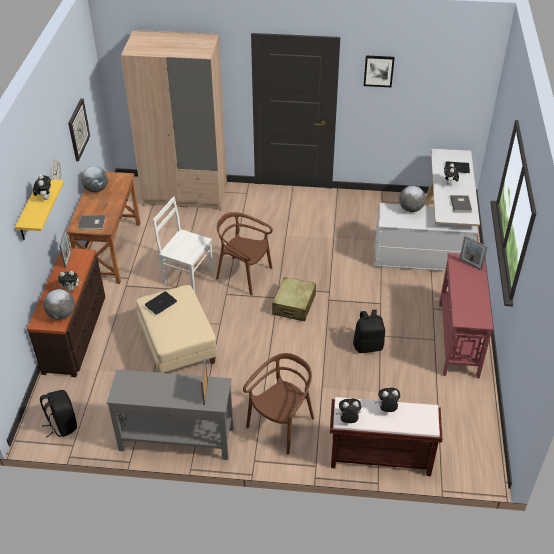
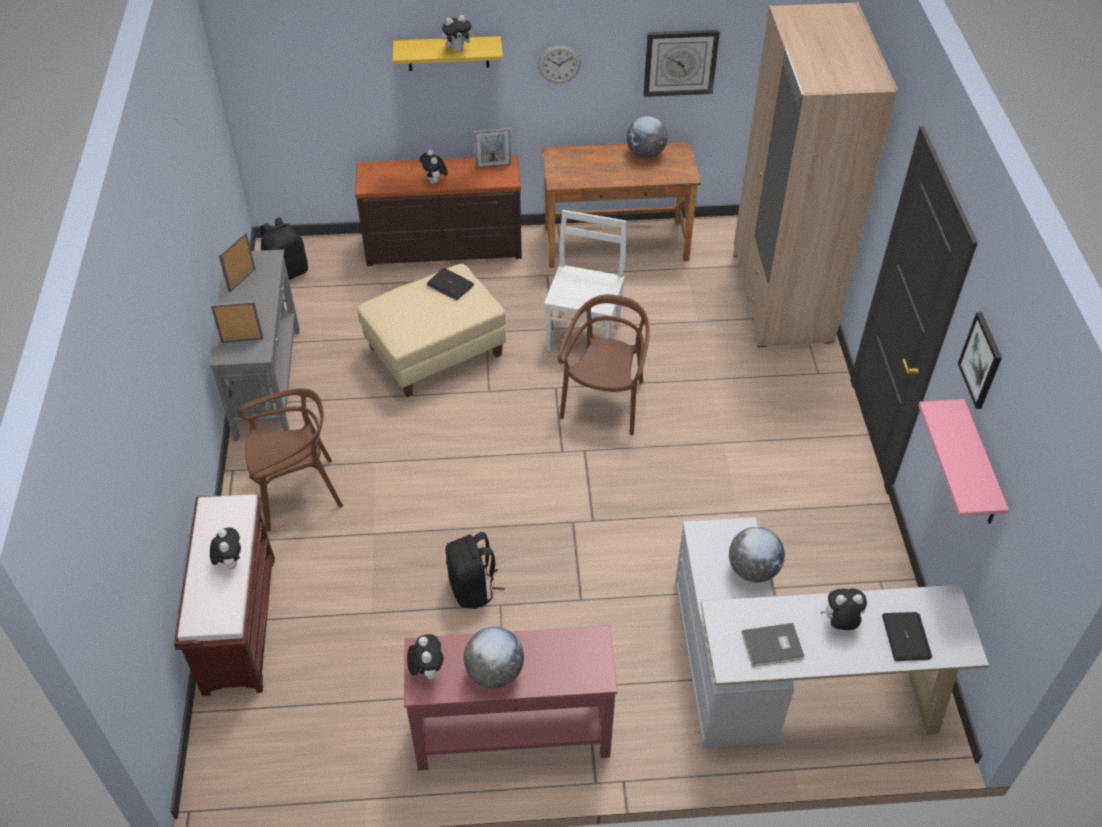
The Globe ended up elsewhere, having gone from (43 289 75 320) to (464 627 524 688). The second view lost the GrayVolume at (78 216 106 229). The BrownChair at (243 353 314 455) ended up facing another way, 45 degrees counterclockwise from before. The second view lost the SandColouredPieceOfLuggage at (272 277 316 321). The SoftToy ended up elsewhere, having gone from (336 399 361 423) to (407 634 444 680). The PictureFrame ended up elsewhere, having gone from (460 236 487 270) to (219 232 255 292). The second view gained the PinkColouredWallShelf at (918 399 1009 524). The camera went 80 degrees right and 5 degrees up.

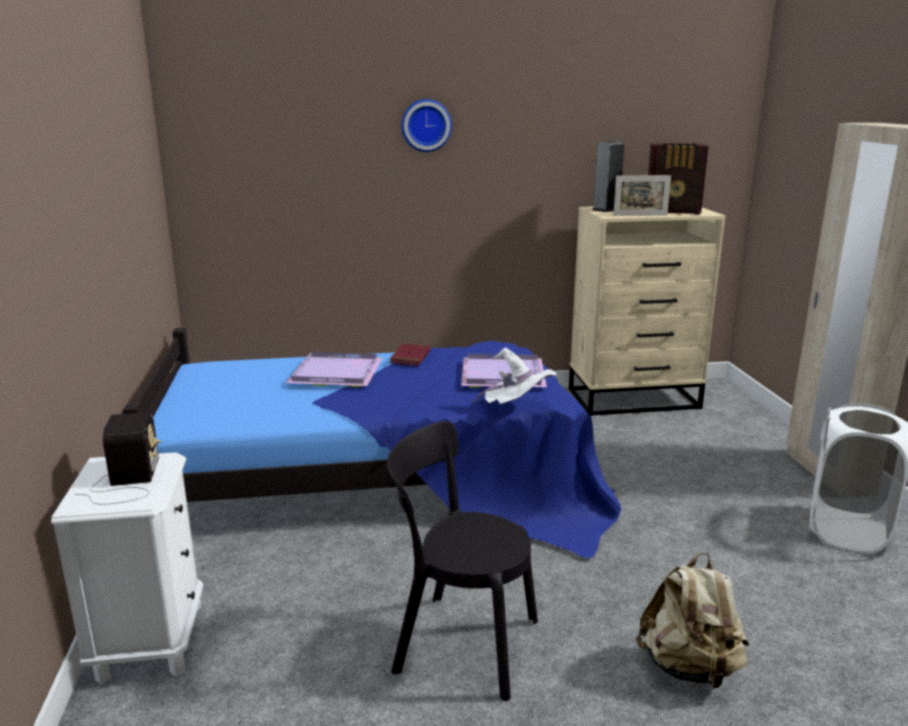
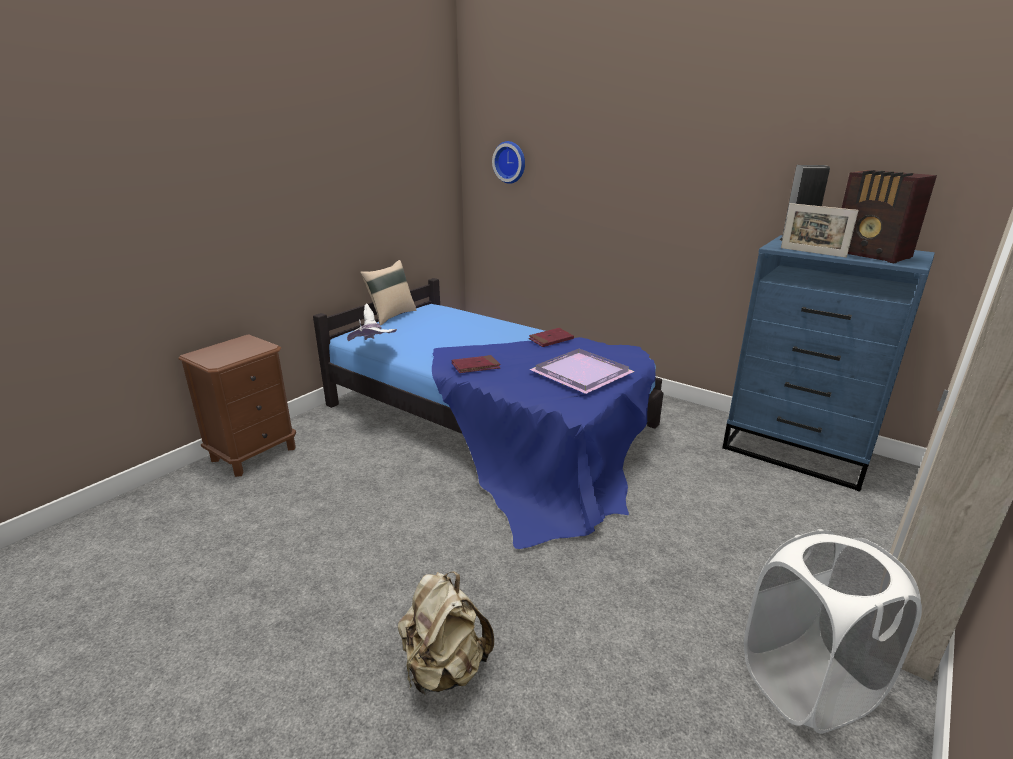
What was the WhitishNightstand at (51 452 203 685) turned into the BrownNightstand at (178 334 296 477). The second view lost the Radio at (74 412 161 505). The second view lost the PurplishCarryingTray at (286 352 382 387). The second view lost the BlackColouredChair at (387 421 538 701). The WallClock ended up elsewhere, having gone from (401 99 452 152) to (492 141 525 184). The WhitishWearableHat ended up elsewhere, having gone from (473 348 556 404) to (347 304 397 341). What was the SandColouredDrawerChest at (569 207 725 416) turned into the BlueColouredDrawerChest at (722 235 935 492). The second view gained the SandColouredPillow at (360 260 417 326). The second view gained the RedVolume at (452 355 501 373). The camera went 45 degrees right and 5 degrees up.

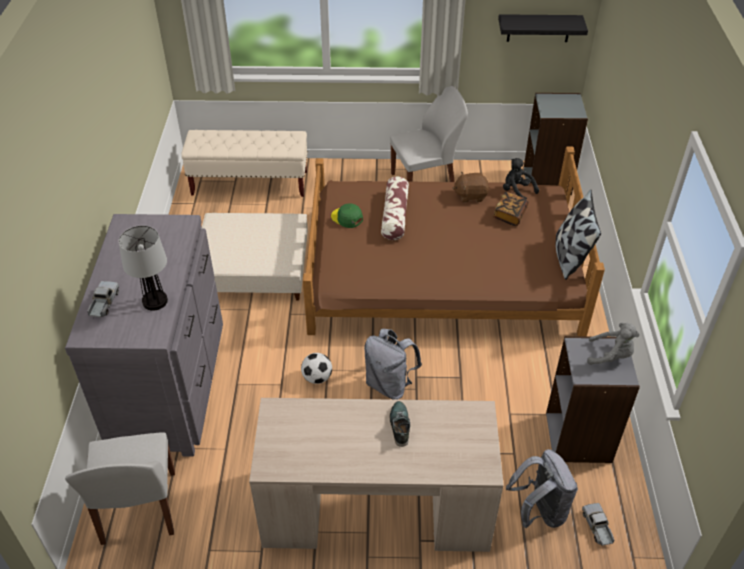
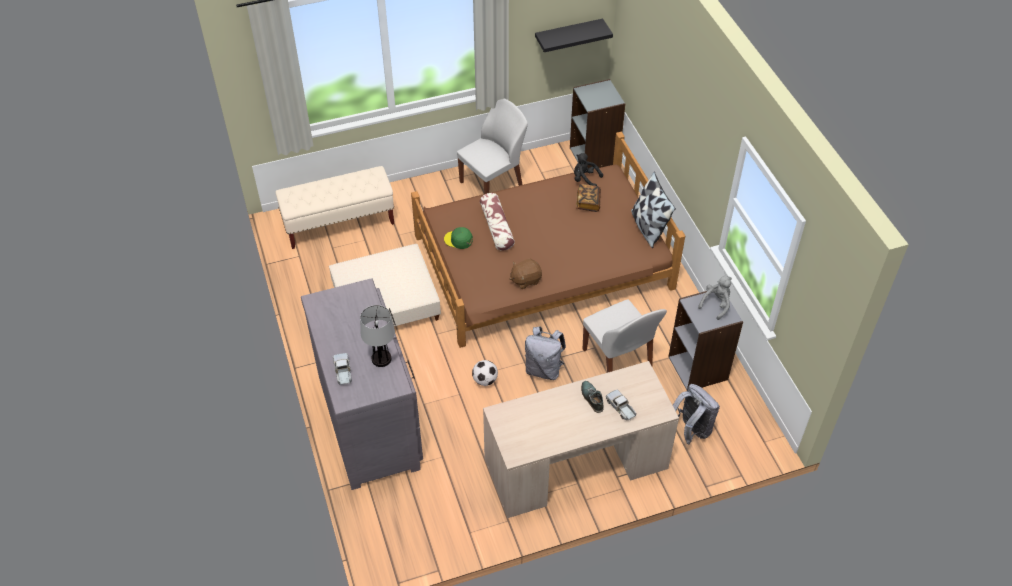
The WhitishChair ended up elsewhere, having gone from (65 432 175 545) to (583 299 667 373). The BrownSoftToy ended up elsewhere, having gone from (453 172 489 203) to (510 259 542 289). The ToyTruck ended up elsewhere, having gone from (582 503 615 546) to (606 389 636 420). The GraySoftToy at (587 322 640 365) ended up facing another way, 45 degrees counterclockwise from before. The camera went 20 degrees left and 5 degrees up.

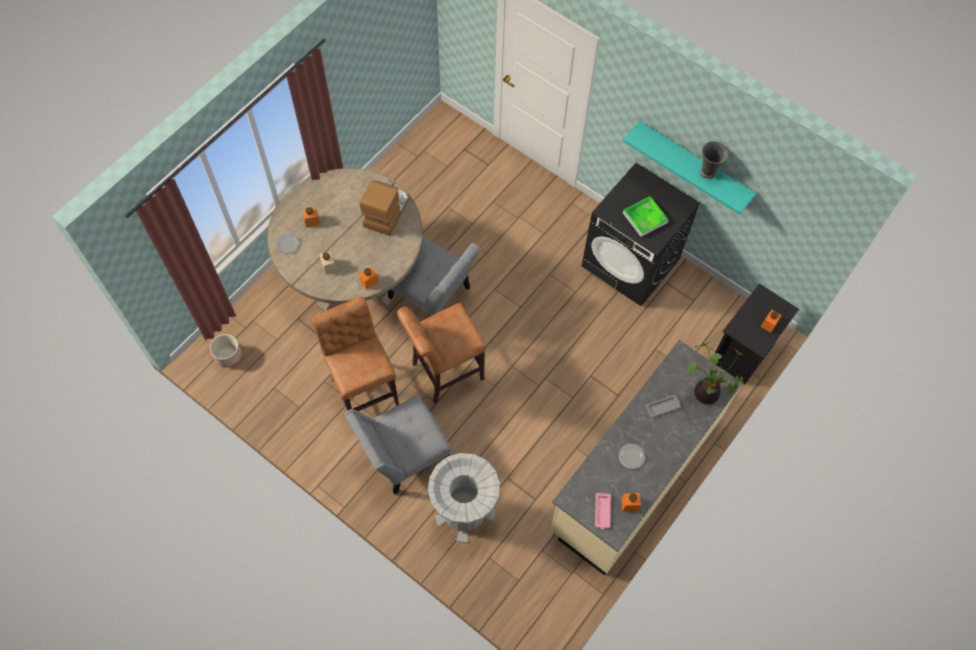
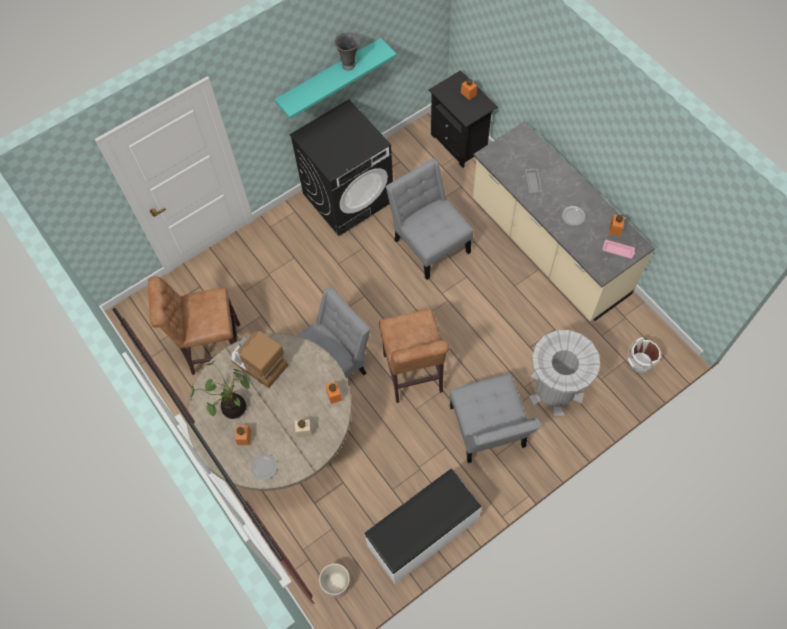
The BrownStool ended up elsewhere, having gone from (311 297 399 411) to (148 276 240 375). The second view lost the CarryingTray at (623 196 669 237). The Houseplant ended up elsewhere, having gone from (687 341 743 405) to (191 360 250 419). The second view gained the WhitishIndoorBench at (364 469 482 584). The second view gained the GrayChair at (386 158 473 280). The second view gained the WhitishPail at (628 337 661 374). The camera went 70 degrees left and 0 degrees up.

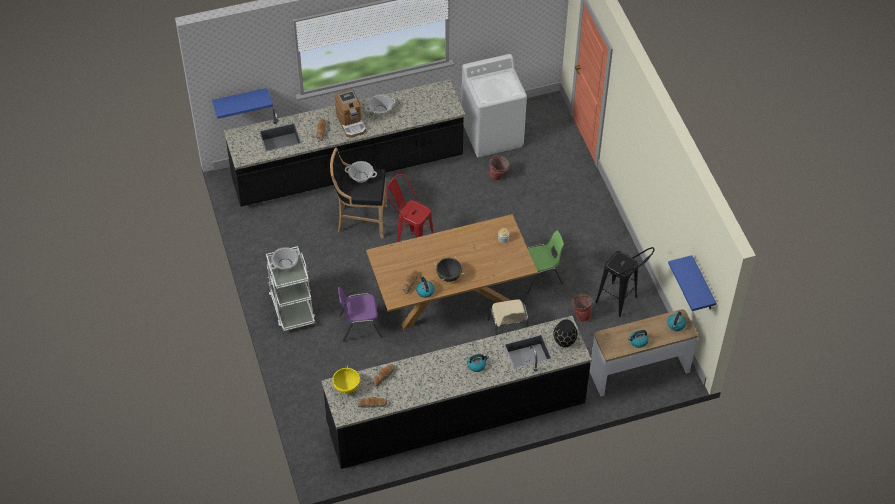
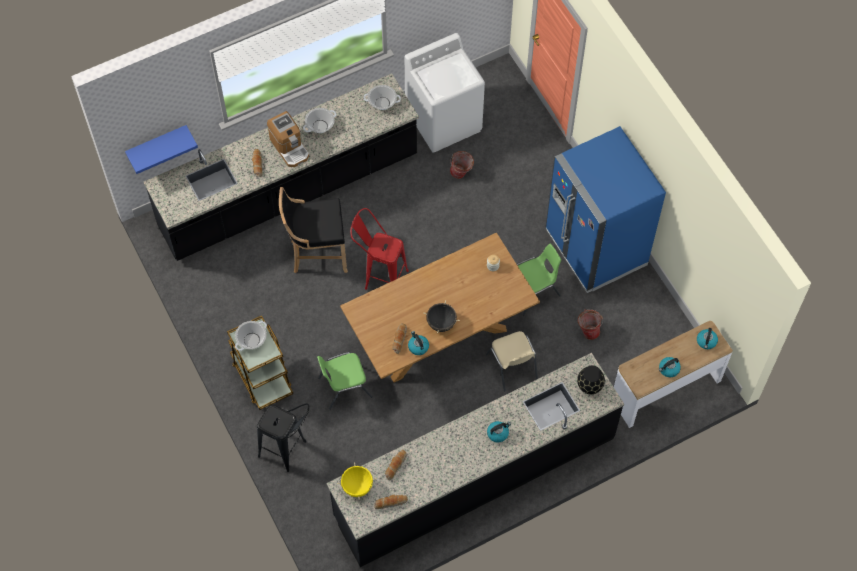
What was the WhitishTrolley at (266 246 315 331) turned into the BrownTrolley at (227 316 293 410). What was the PurplishChair at (338 287 383 342) turned into the GreenColouredChair at (317 352 373 410). The Stockpot ended up elsewhere, having gone from (345 161 377 183) to (363 85 401 110). The BlackColouredStool ended up elsewhere, having gone from (595 247 655 317) to (257 403 309 472). The second view lost the BlueColouredWallShelf at (668 255 716 311). The second view gained the BlueColouredFridge at (546 126 666 293). The camera went 10 degrees left and 10 degrees up.

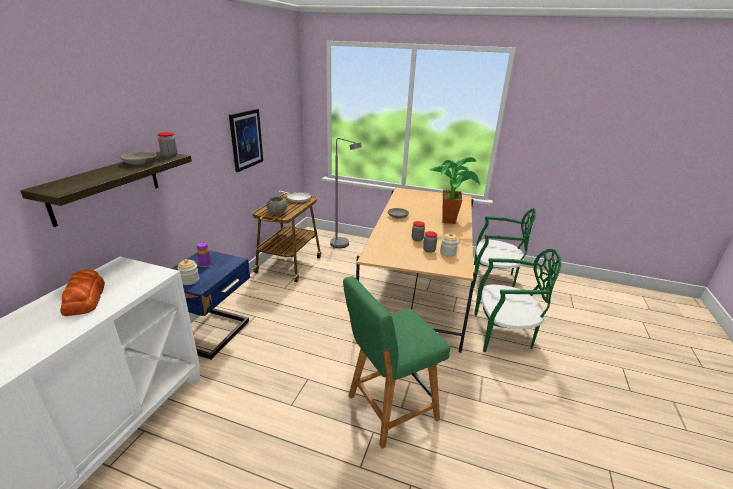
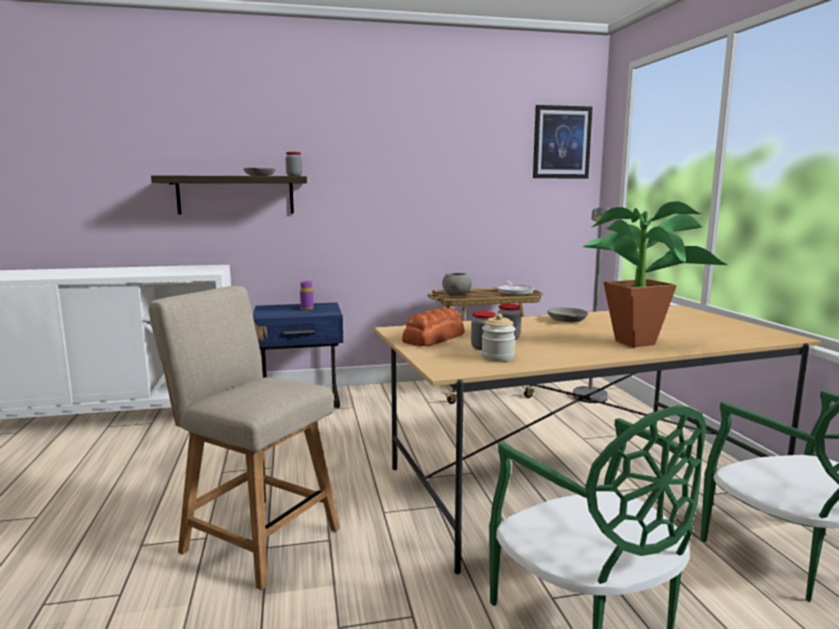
The BakeryBread ended up elsewhere, having gone from (60 270 105 316) to (402 307 465 346). The second view lost the StorageJar at (177 259 199 285). The WallPicture ended up elsewhere, having gone from (229 109 263 172) to (533 105 593 178). What was the GreenColouredChair at (343 276 450 449) turned into the SandColouredChair at (148 286 340 590). The camera went 60 degrees right and 15 degrees down.

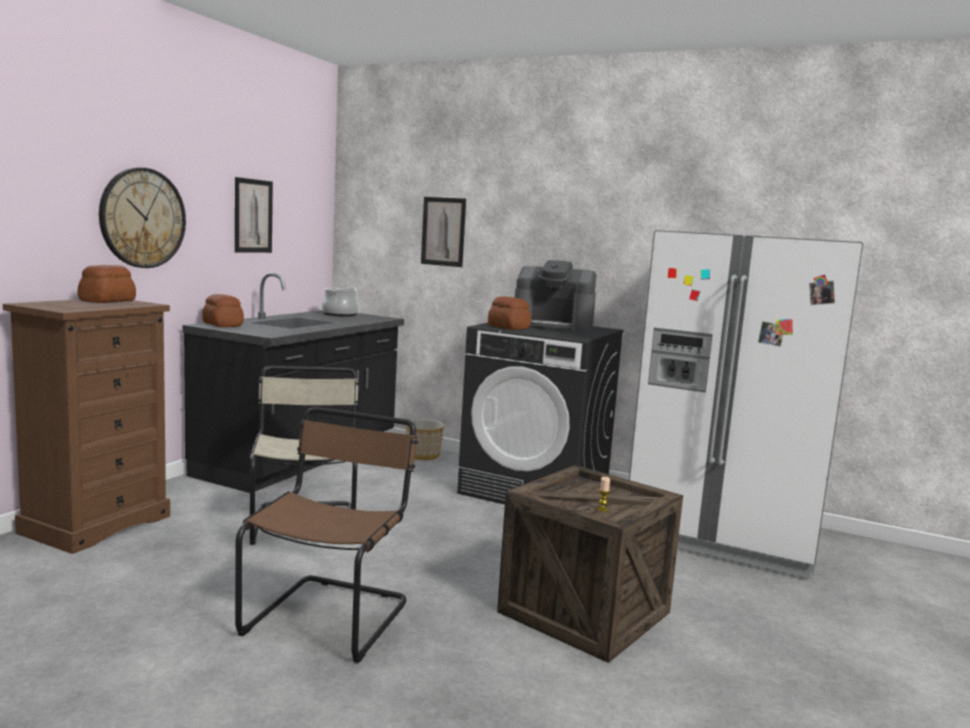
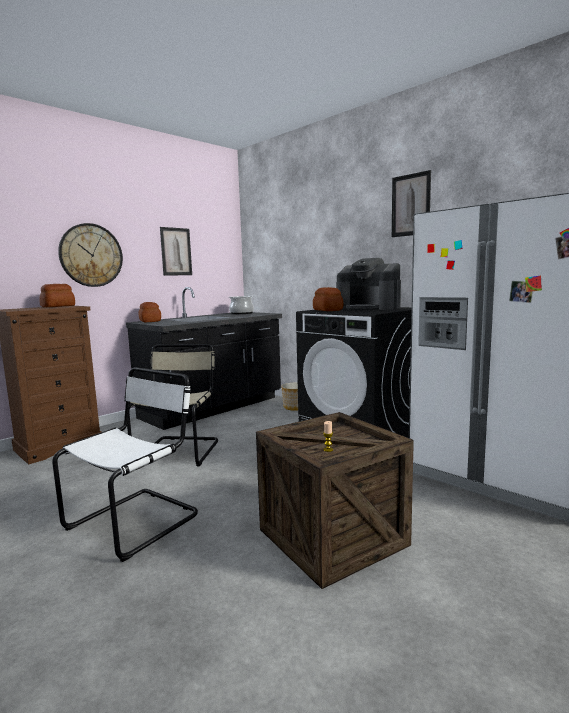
What was the BrownChair at (235 407 418 663) turned into the WhitishChair at (52 367 198 562). The WallPicture ended up elsewhere, having gone from (421 197 466 267) to (392 170 431 237). The camera went 20 degrees right and 0 degrees up.

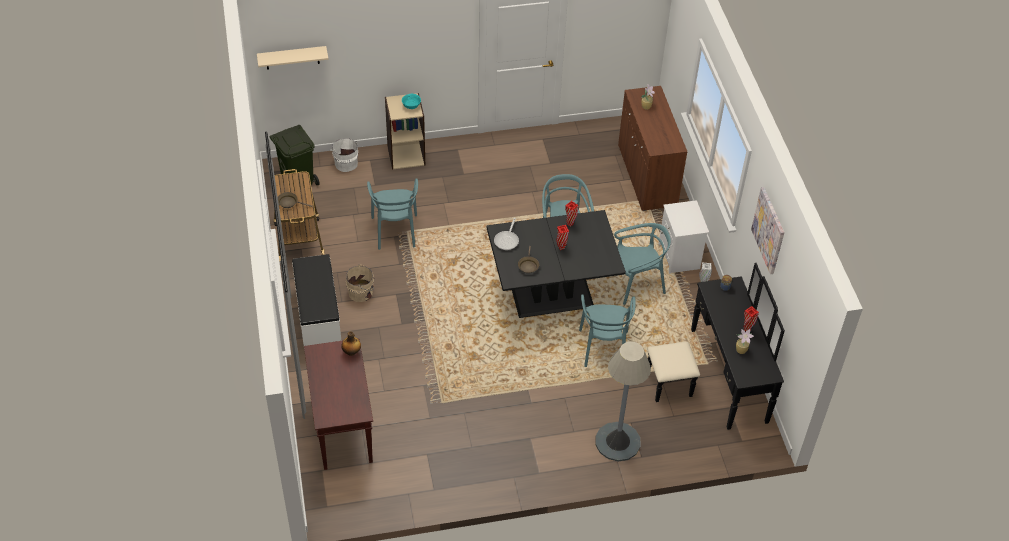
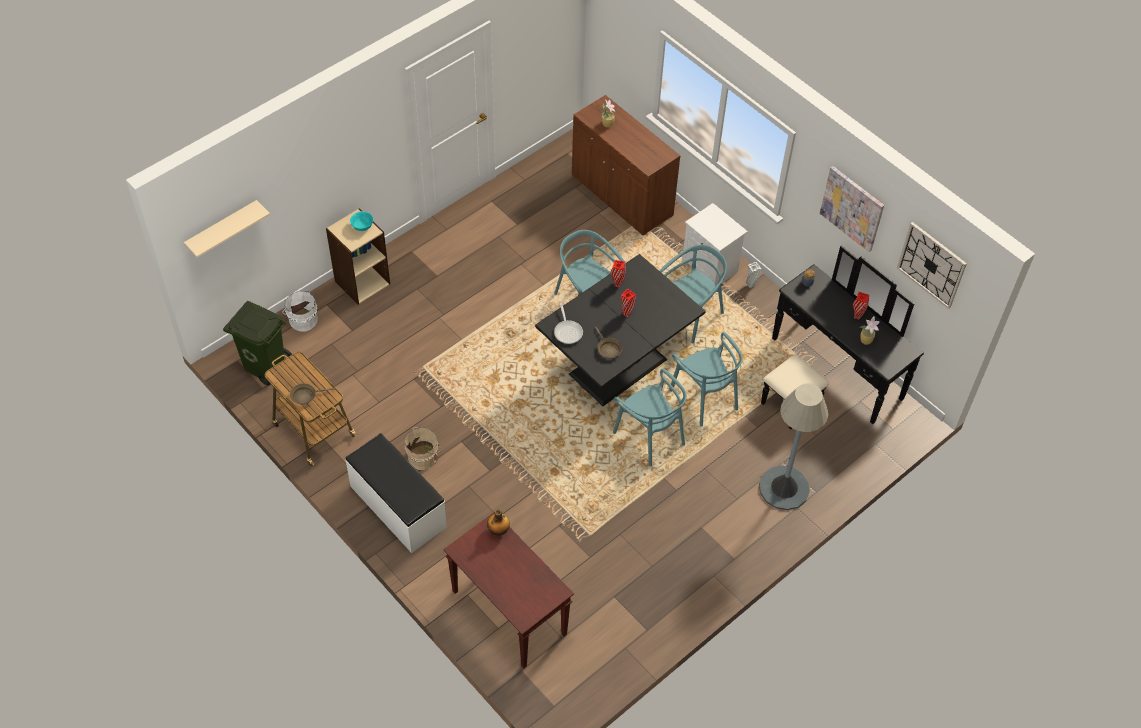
The TurquoiseChair ended up elsewhere, having gone from (367 178 418 250) to (613 369 687 466). The second view gained the WallClock at (897 222 967 309). The camera went 30 degrees left and 5 degrees up.

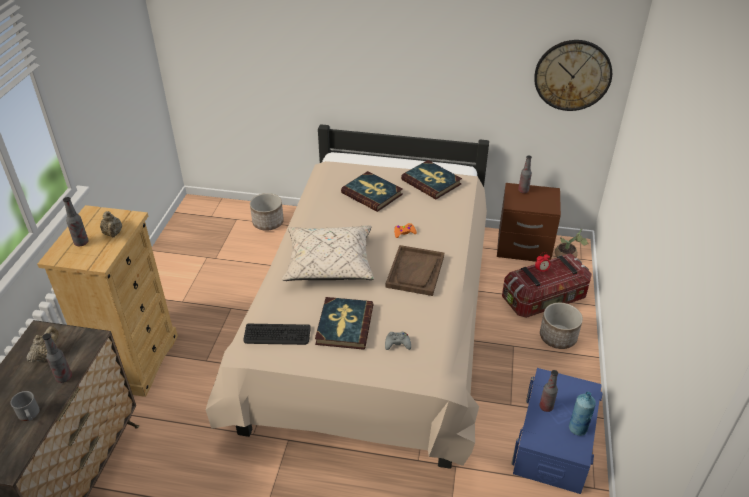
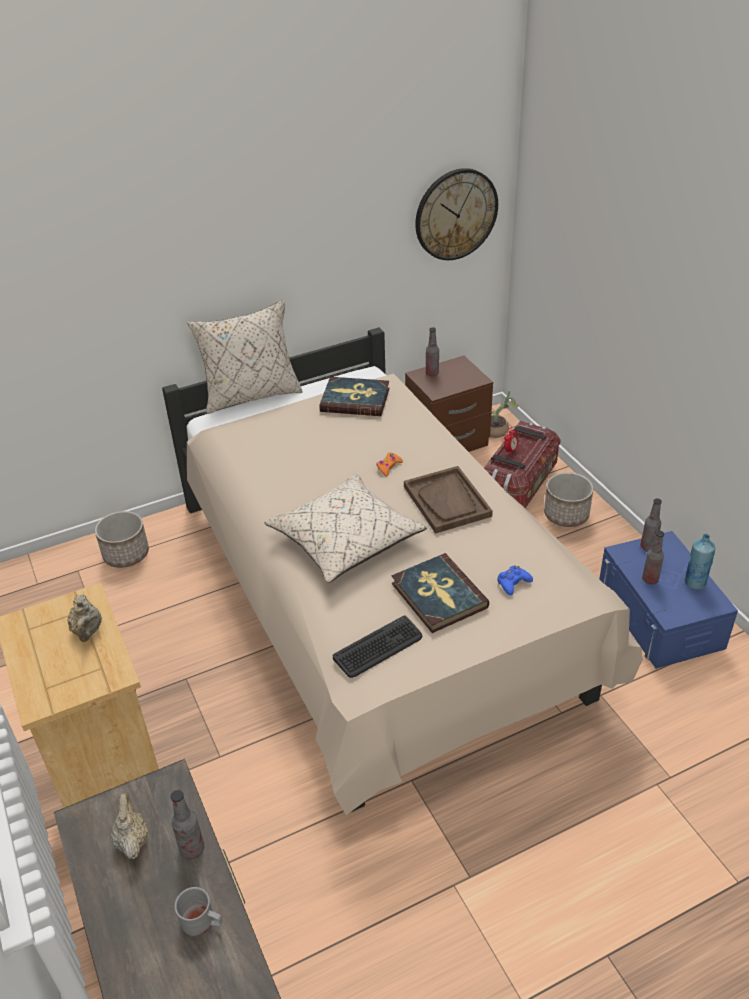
The BeverageBottle ended up elsewhere, having gone from (63 197 89 246) to (640 498 662 551). The SandColouredTeapot at (100 211 122 237) ended up facing another way, 45 degrees clockwise from before. The second view lost the Volume at (341 171 403 212). What was the GrayJoypad at (385 332 411 350) turned into the BlueColouredJoypad at (497 565 533 595). The second view gained the SandColouredPillow at (187 300 303 414). The camera went 35 degrees left and 0 degrees up.

